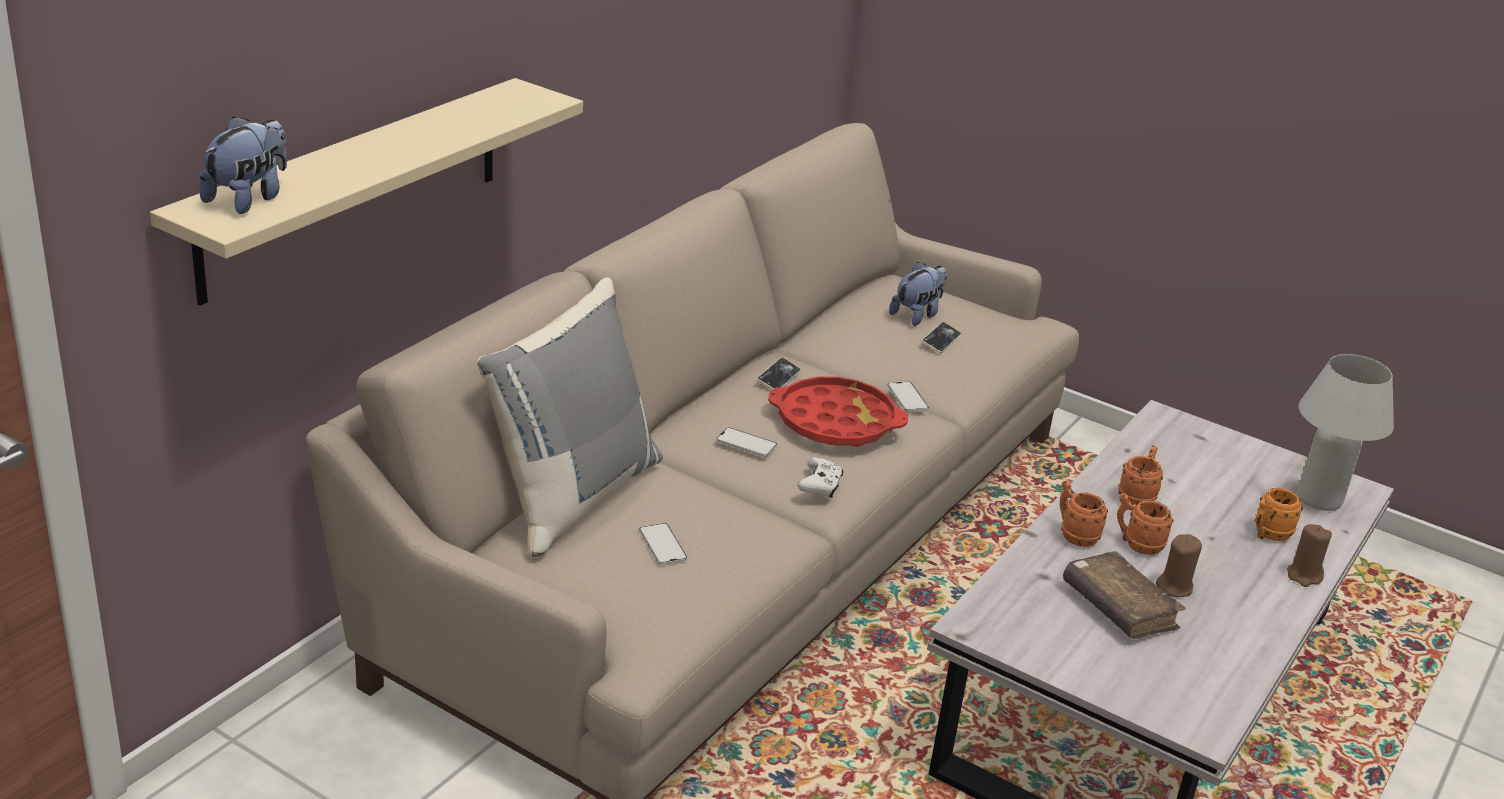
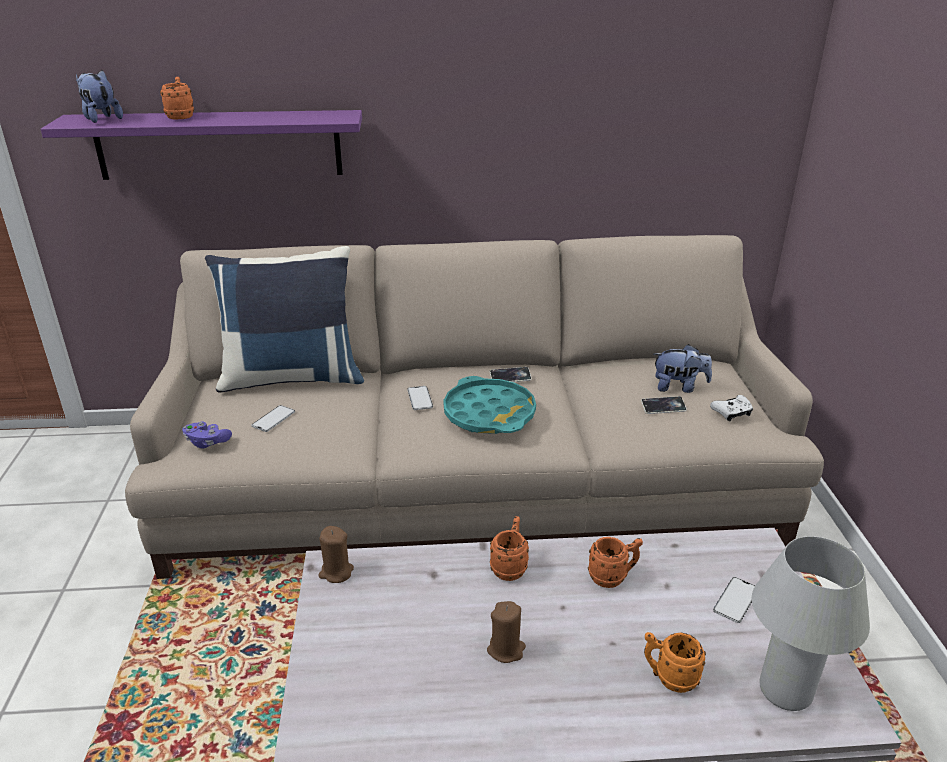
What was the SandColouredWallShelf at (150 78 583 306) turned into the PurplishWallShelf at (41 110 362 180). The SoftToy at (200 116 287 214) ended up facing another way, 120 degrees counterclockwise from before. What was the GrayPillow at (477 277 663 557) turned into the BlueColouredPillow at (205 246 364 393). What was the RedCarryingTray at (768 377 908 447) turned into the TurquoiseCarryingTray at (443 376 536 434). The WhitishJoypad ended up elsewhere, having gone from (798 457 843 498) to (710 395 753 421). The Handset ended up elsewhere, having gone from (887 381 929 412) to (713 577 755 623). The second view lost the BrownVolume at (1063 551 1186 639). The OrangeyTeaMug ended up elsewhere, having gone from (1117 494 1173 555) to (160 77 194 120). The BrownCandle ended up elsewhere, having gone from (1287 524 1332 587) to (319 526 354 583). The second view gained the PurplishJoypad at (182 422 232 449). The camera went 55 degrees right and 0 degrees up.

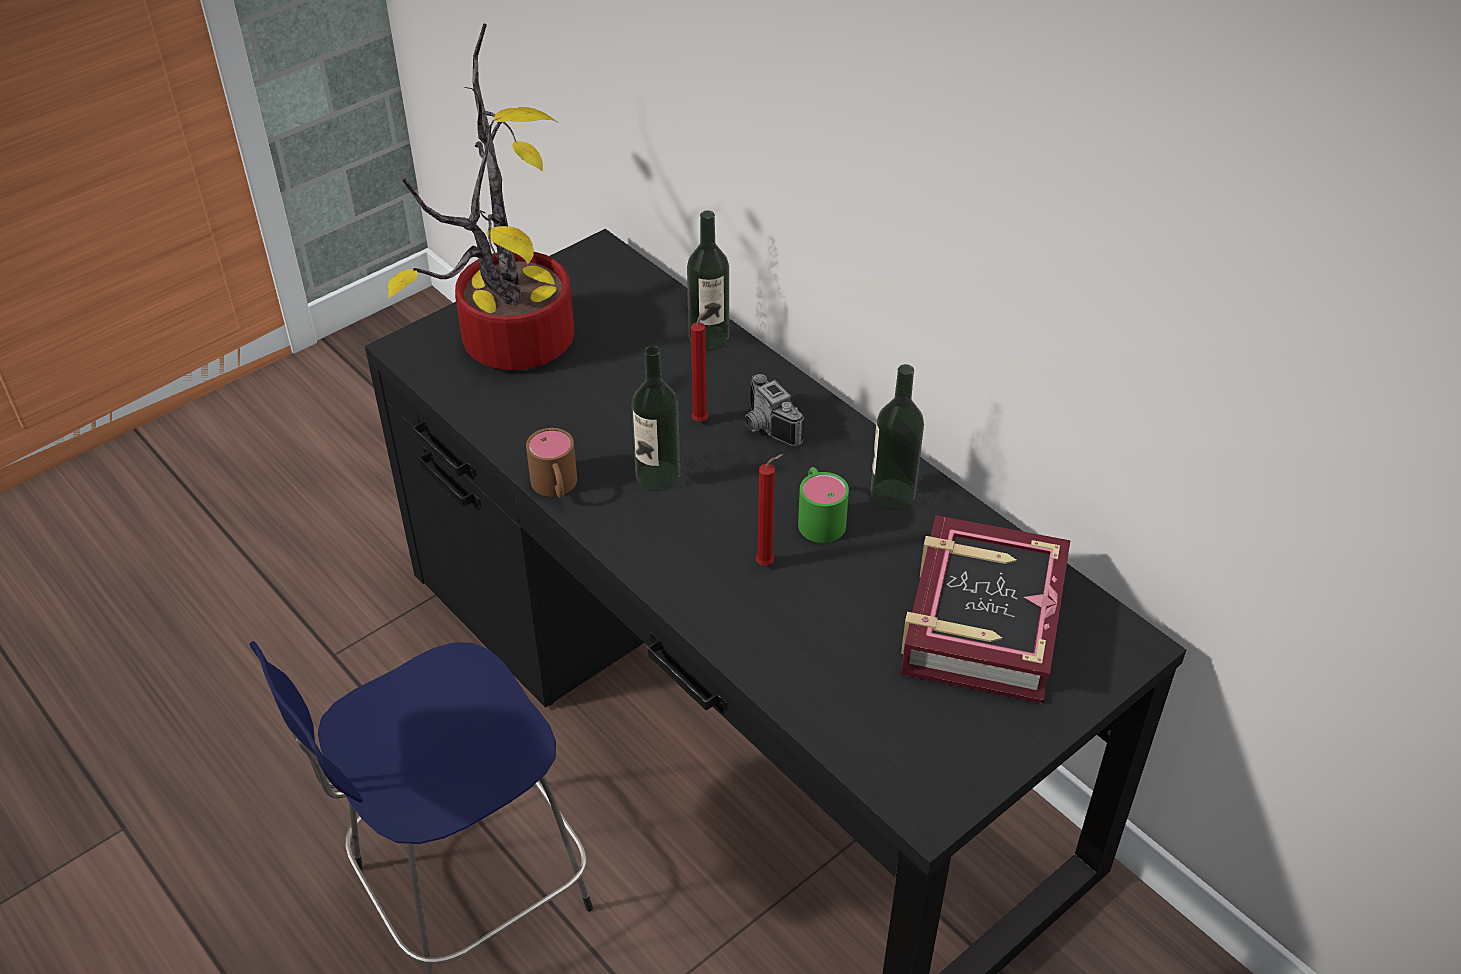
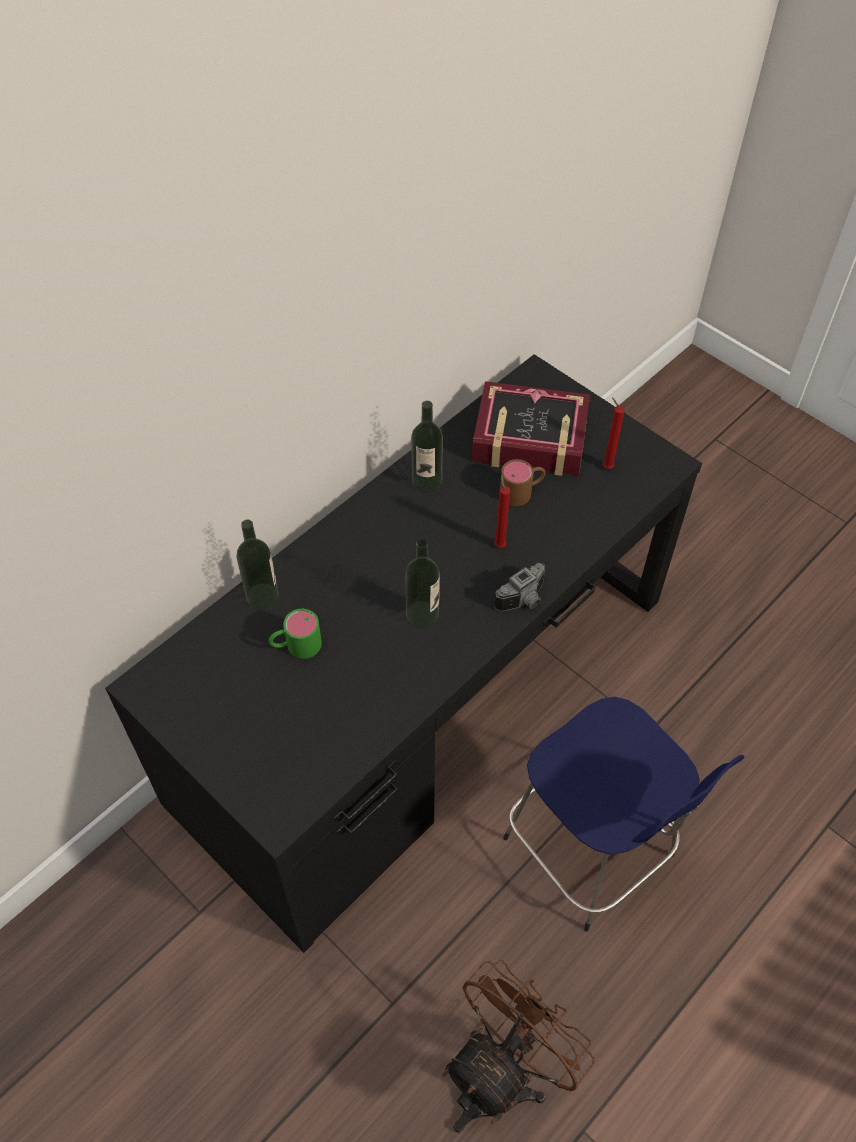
The second view lost the Houseplant at (388 23 575 370). The BrownTeaMug ended up elsewhere, having gone from (526 428 577 498) to (500 459 546 506). The RedCandle ended up elsewhere, having gone from (691 308 709 422) to (603 397 625 469). The StillCamera ended up elsewhere, having gone from (745 374 804 446) to (494 563 545 611). The GreenColouredTeaMug ended up elsewhere, having gone from (798 467 849 543) to (269 609 322 659). The second view gained the BrownCoolingFan at (442 960 595 1133). The camera went 95 degrees left and 10 degrees up.

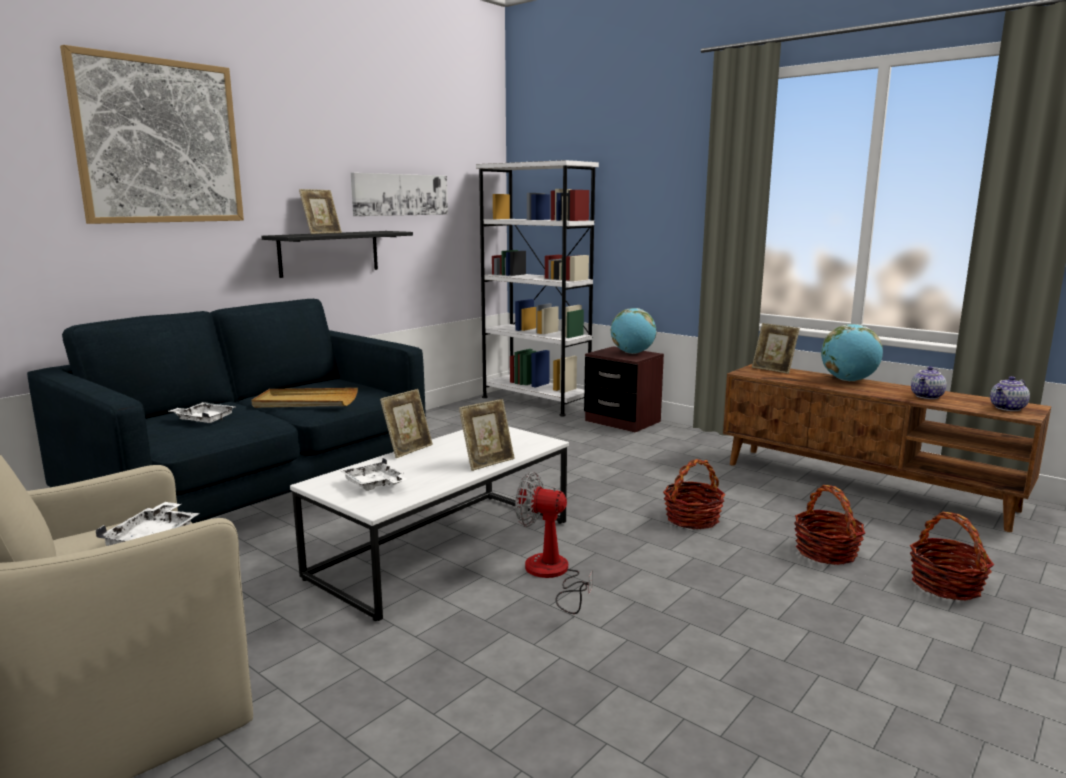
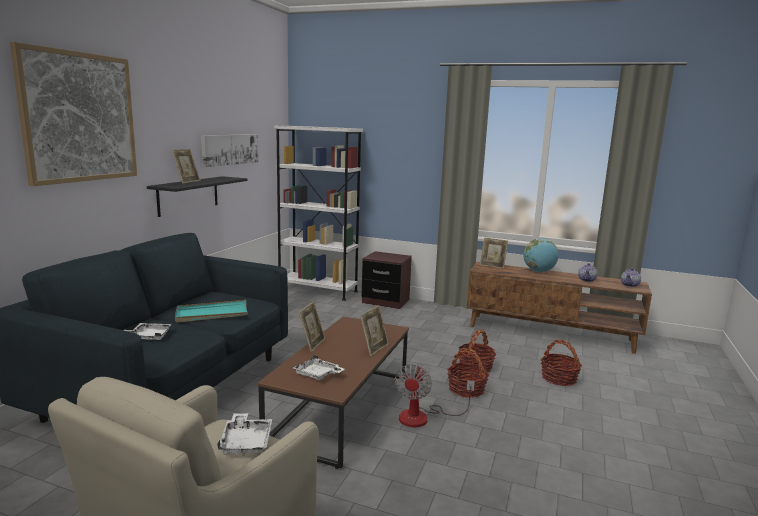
What was the SandColouredCarryingTray at (251 388 358 408) turned into the TurquoiseCarryingTray at (175 300 248 322). What was the WhitishLoungeTable at (290 426 569 621) turned into the BrownLoungeTable at (258 316 409 469). The CoolingFan at (515 472 593 614) ended up facing another way, 75 degrees counterclockwise from before. The second view lost the Globe at (610 308 656 354). The StorageBasket ended up elsewhere, having gone from (910 512 994 600) to (447 348 489 398). The camera went 20 degrees left and 0 degrees up.

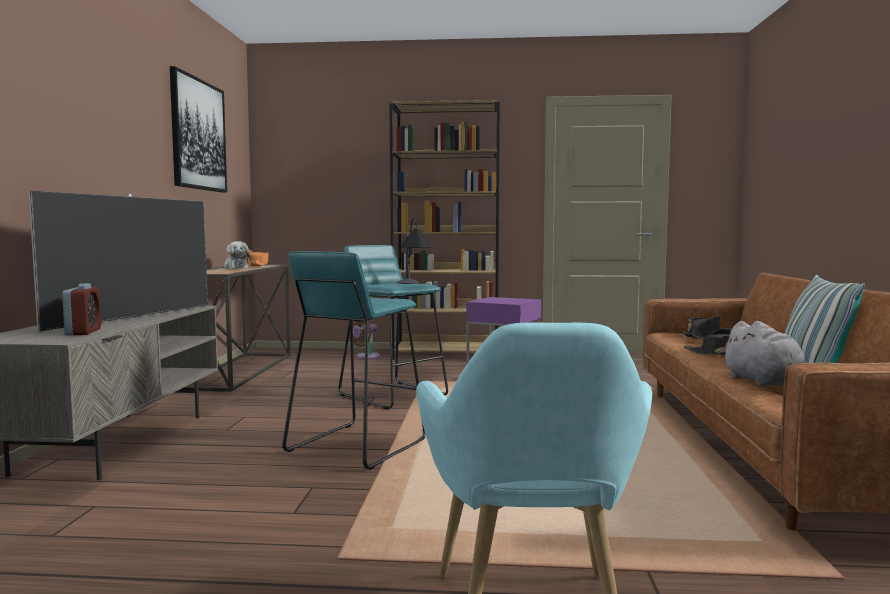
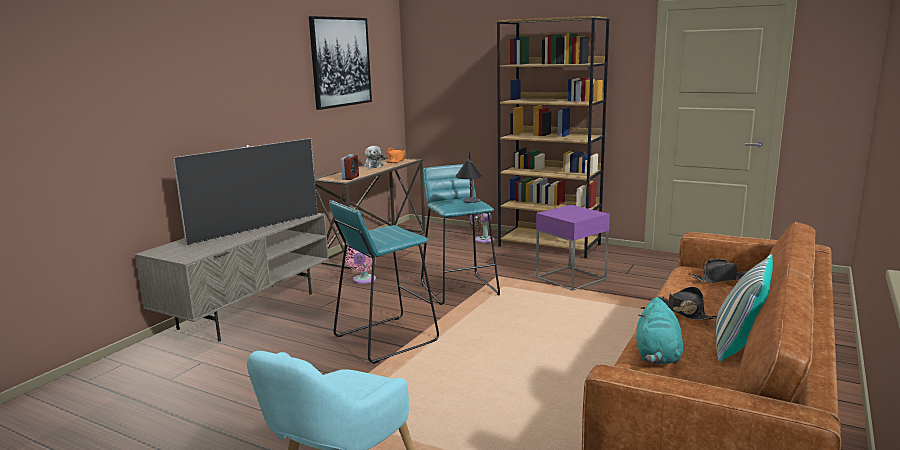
The AlarmClock ended up elsewhere, having gone from (62 283 101 336) to (341 154 359 180). What was the GraySoftToy at (721 321 804 386) turned into the TurquoiseSoftToy at (636 297 683 364). The second view gained the PinkColouredCoolingFan at (345 247 377 284). The camera went 25 degrees right and 10 degrees up.

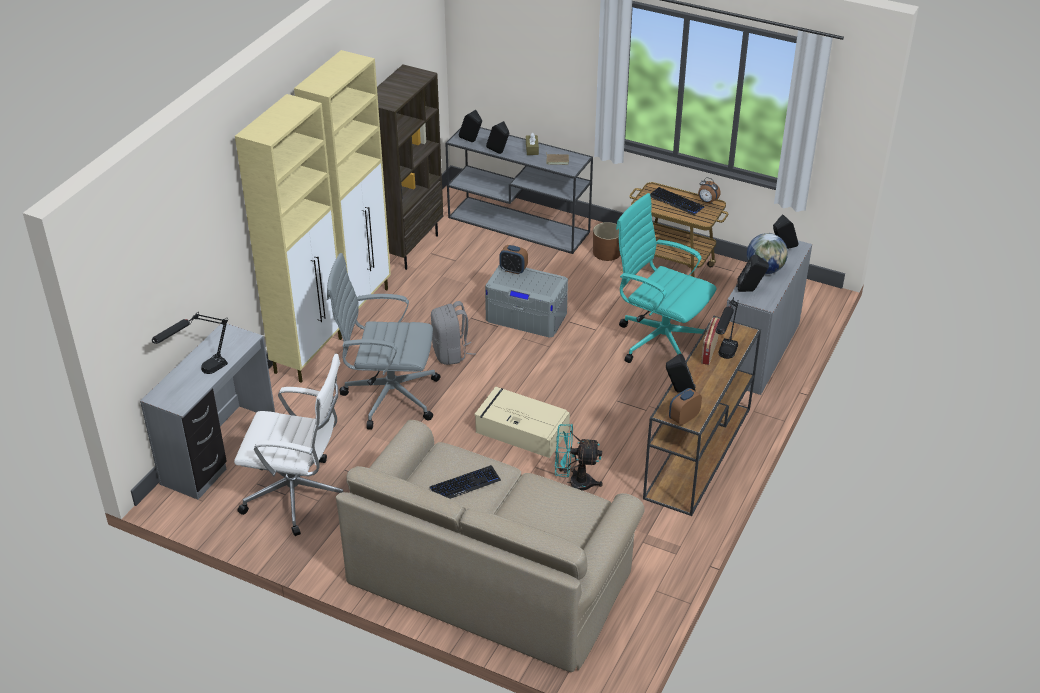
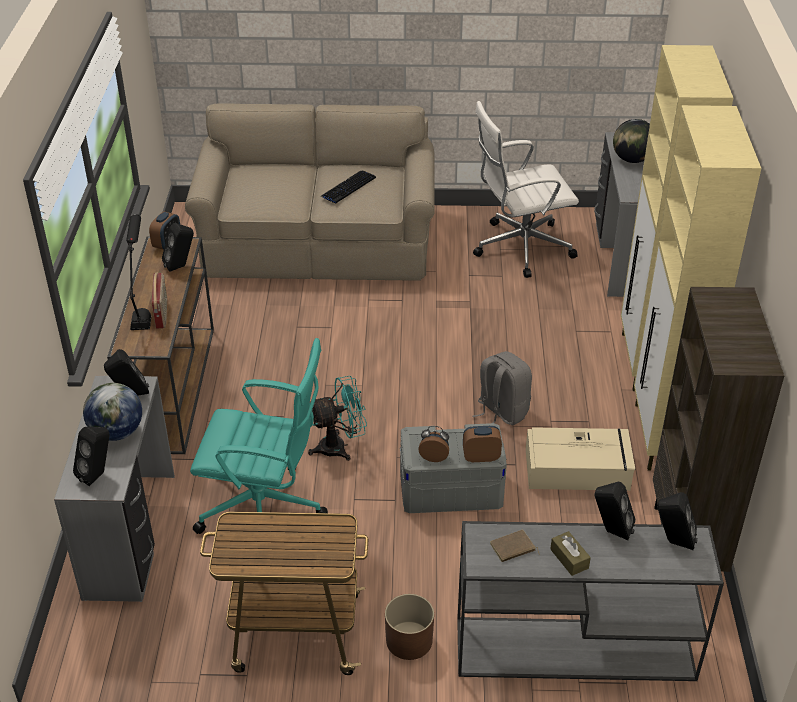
Where the BlackColouredTabletopLamp stood at (152 312 228 374), the Globe came to stand at (613 119 650 163). The second view lost the GrayComputerChair at (327 253 441 430). The SandColouredStorageBin ended up elsewhere, having gone from (474 387 570 458) to (526 427 635 491). The TurquoiseCoolingFan ended up elsewhere, having gone from (555 424 603 491) to (308 376 367 461). The second view lost the PcKeyboard at (650 187 704 215). The AlarmClock ended up elsewhere, having gone from (698 177 721 203) to (418 426 449 462). The camera went 155 degrees right and 0 degrees up.

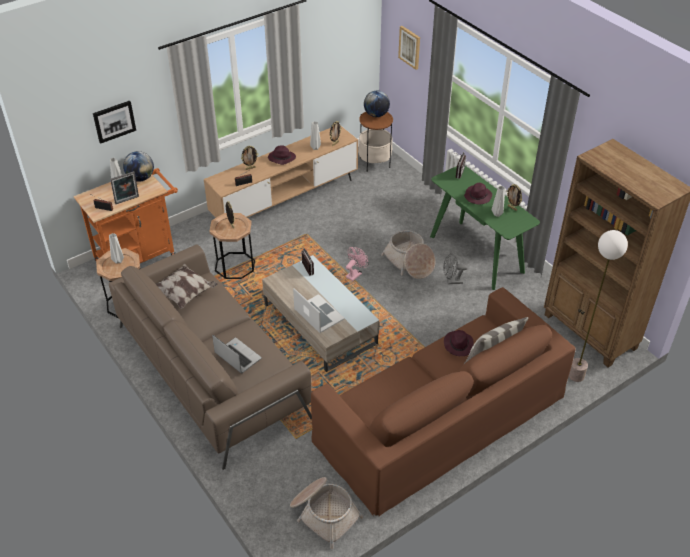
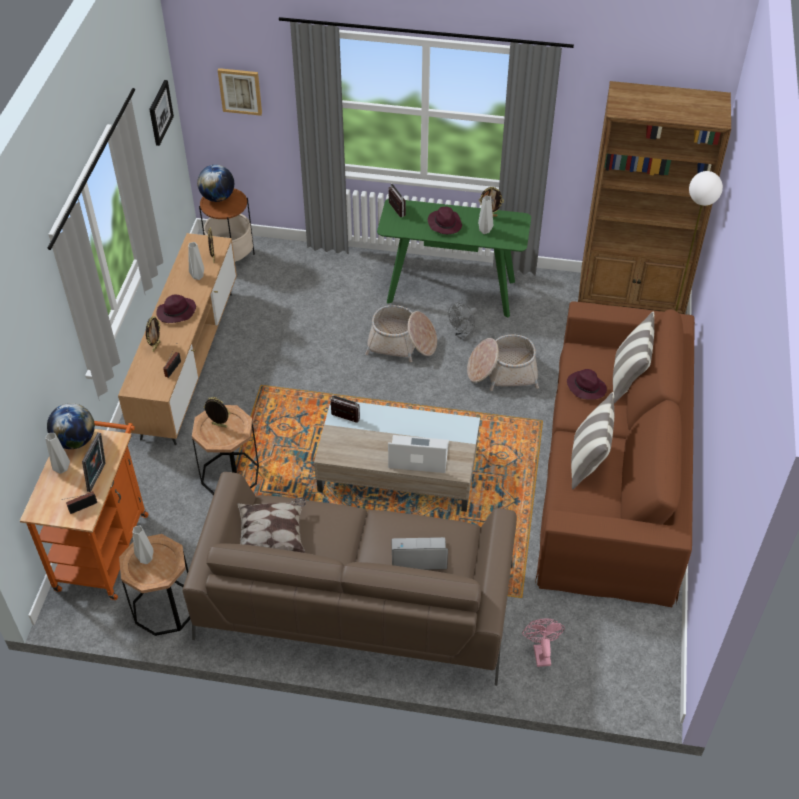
The WallPicture ended up elsewhere, having gone from (93 101 136 144) to (149 80 174 146). The StorageBasket ended up elsewhere, having gone from (290 477 363 549) to (467 335 539 391). The PinkColouredCoolingFan ended up elsewhere, having gone from (346 247 368 281) to (522 618 565 667). The second view gained the Pillow at (571 392 614 489). The camera went 45 degrees left and 5 degrees up.

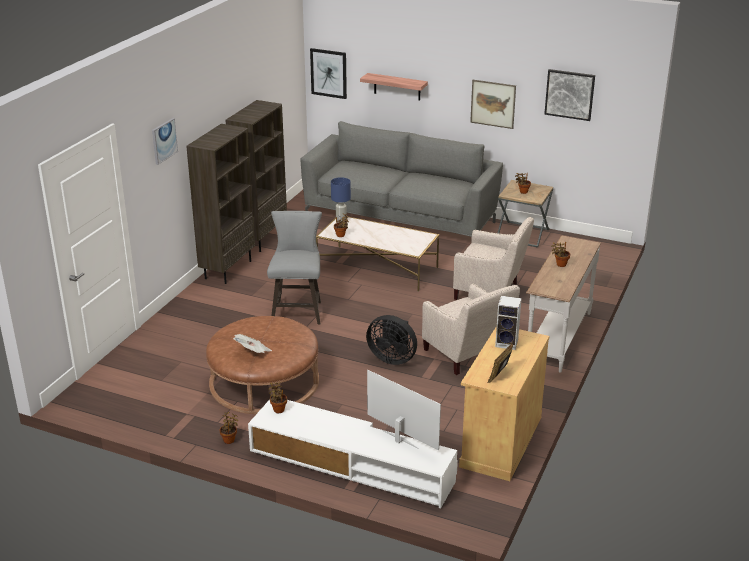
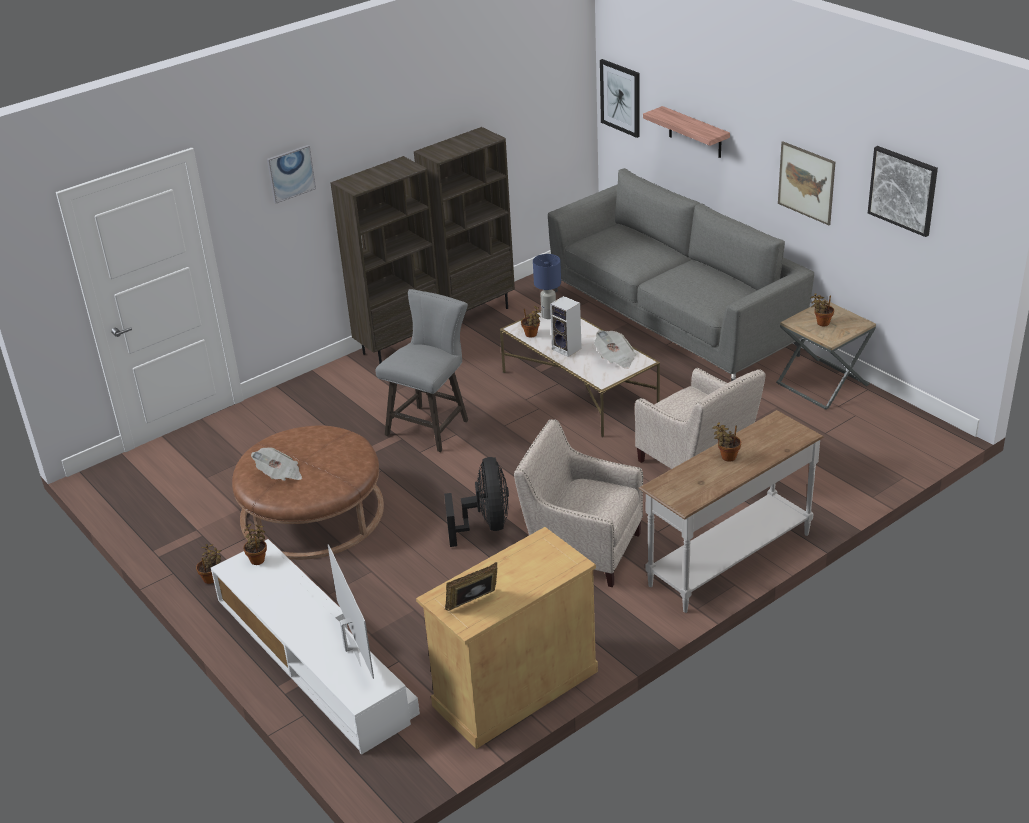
The BlackColouredCoolingFan at (366 315 417 365) ended up facing another way, 150 degrees counterclockwise from before. The SandColouredArmchair at (422 284 520 375) ended up facing another way, 120 degrees clockwise from before. The Speaker ended up elsewhere, having gone from (495 296 522 350) to (550 296 582 357). The second view gained the DailyPaper at (594 330 637 369). The camera went 30 degrees right and 5 degrees up.

